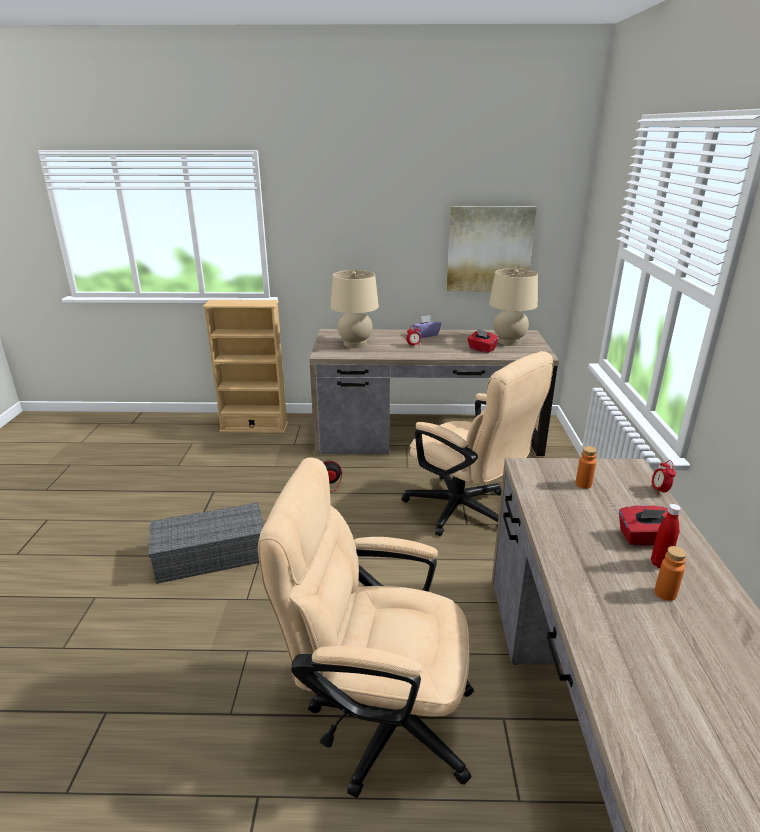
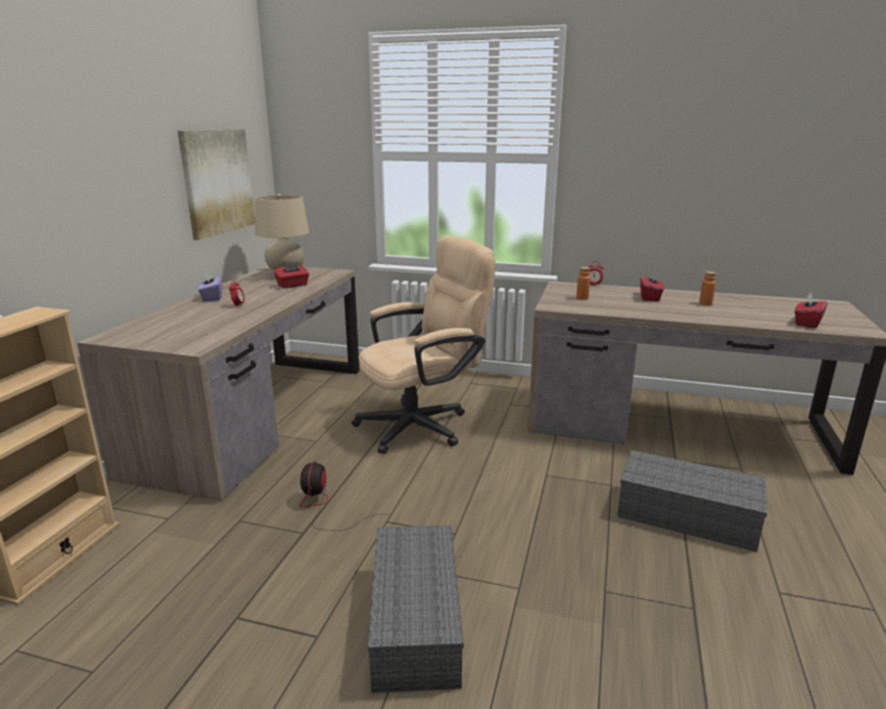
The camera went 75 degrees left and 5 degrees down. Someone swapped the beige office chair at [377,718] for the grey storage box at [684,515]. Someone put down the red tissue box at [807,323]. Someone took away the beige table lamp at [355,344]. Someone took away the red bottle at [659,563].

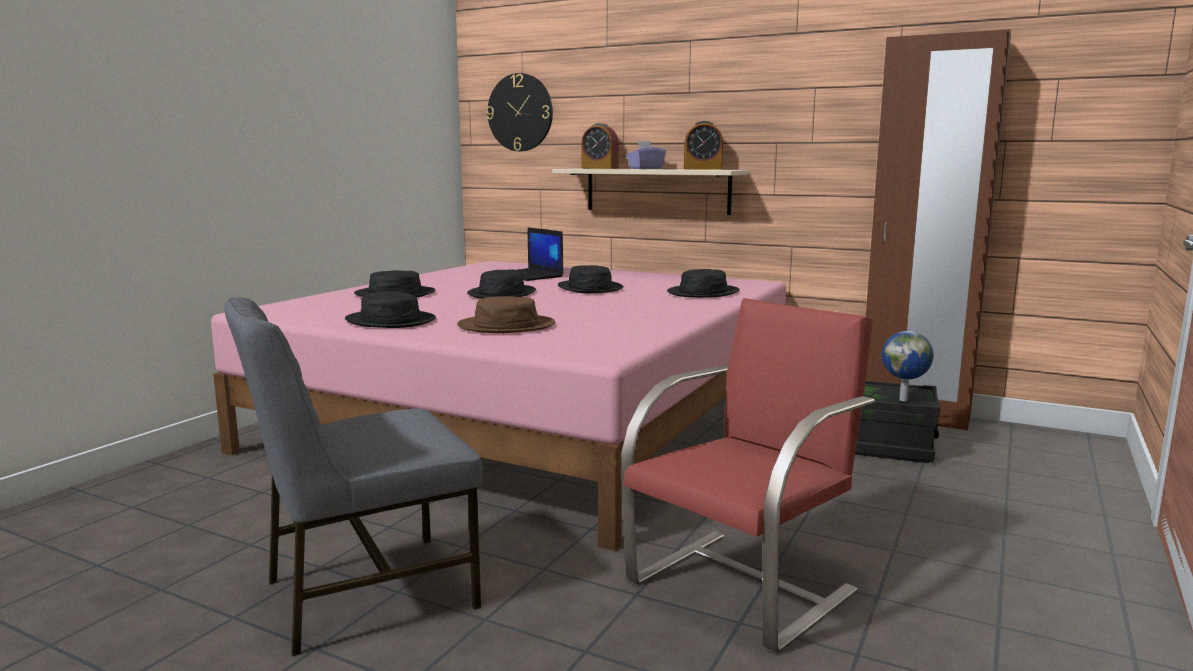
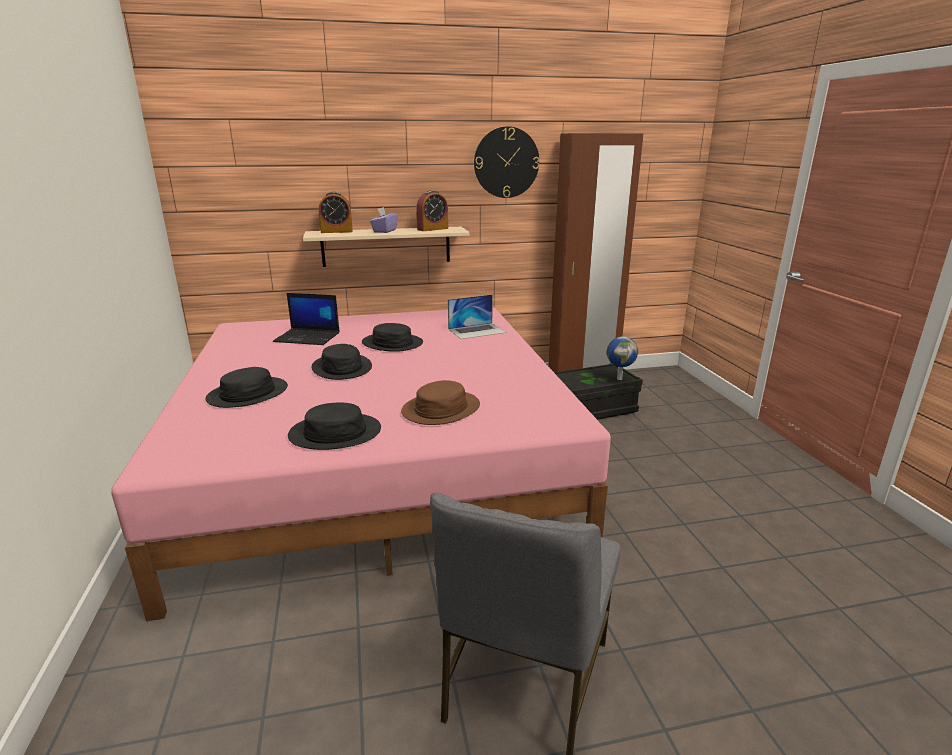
The camera went 40 degrees left and 10 degrees up. Someone swapped the black hat at [703,293] for the laptop at [477,331]. Someone carried the wall clock from [520,112] to [506,162]. Someone took away the red chair at [744,585].

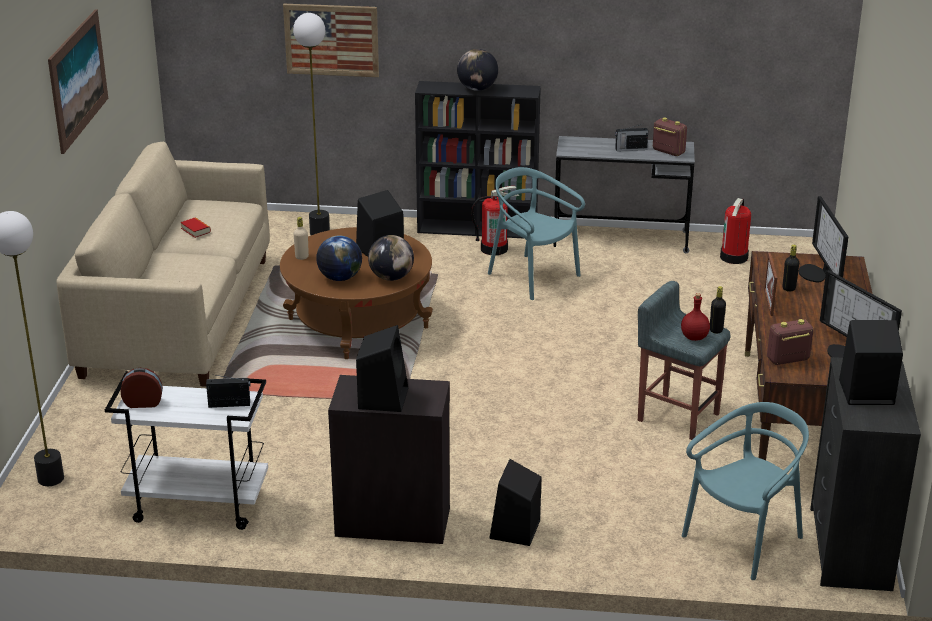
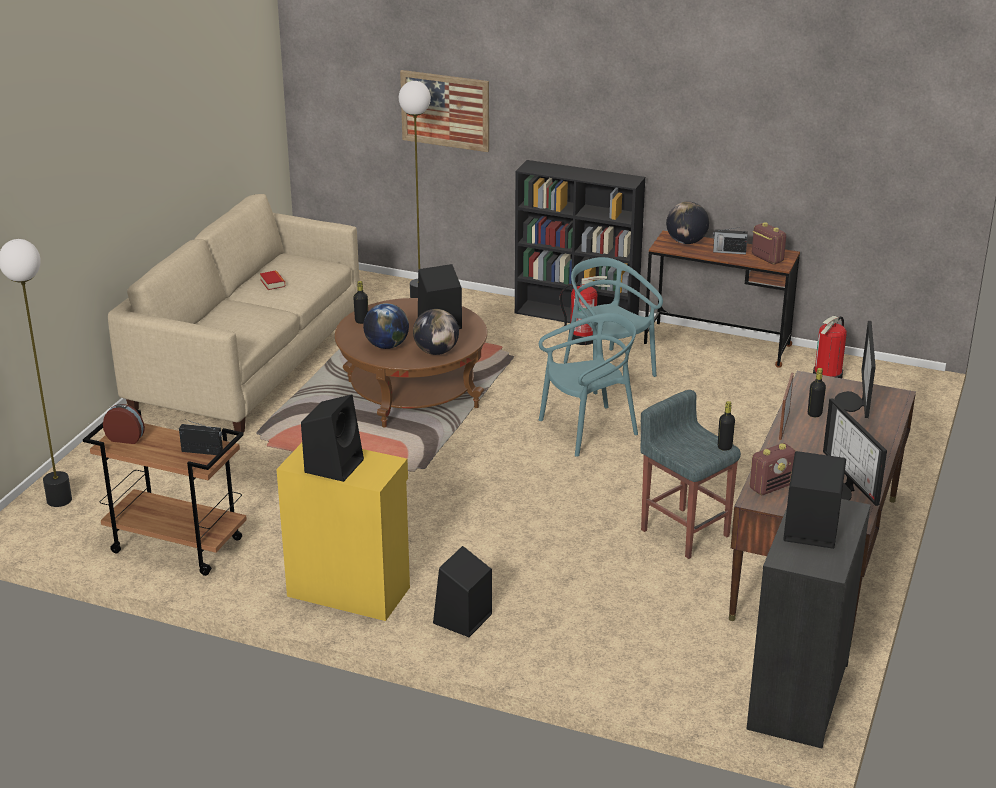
The camera went 15 degrees right and 0 degrees up. Someone repainted the white cart at [196,505], which became the brown cart at [175,546]. Someone repainted the black cabinet at [392,521], which became the yellow cabinet at [348,590]. Someone repainted the beige bottle at [302,257], which became the black bottle at [361,321]. Someone carried the turquoise chair from [744,540] to [588,430]. Someone repainted the grey desk at [620,239], which became the brown desk at [717,344]. Someone carried the globe from [477,89] to [686,242]. Someone rotated the radio at [787,360] by 150 degrees clockwise. Someone took away the picture at [78,79]. Someone took away the red bottle at [694,337].

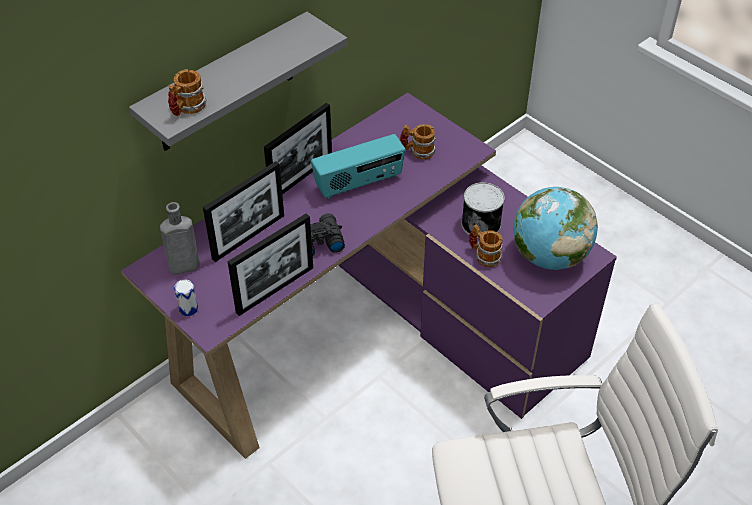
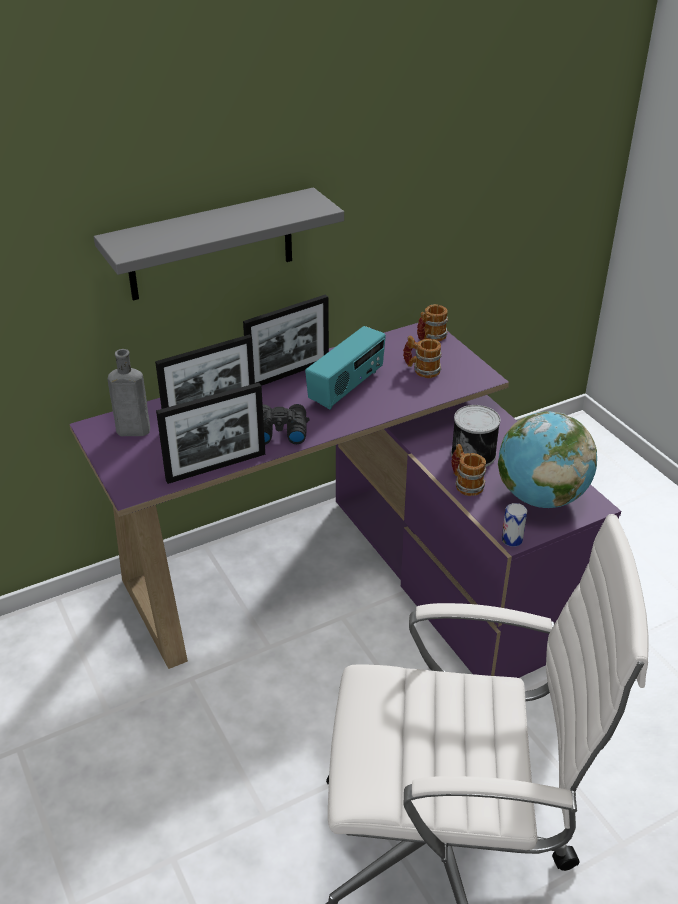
The camera went 15 degrees right and 10 degrees down. Someone rotated the radio at [359,183] by 45 degrees counterclockwise. Someone carried the mug from [187,108] to [430,337]. Someone carried the can from [188,309] to [512,539].

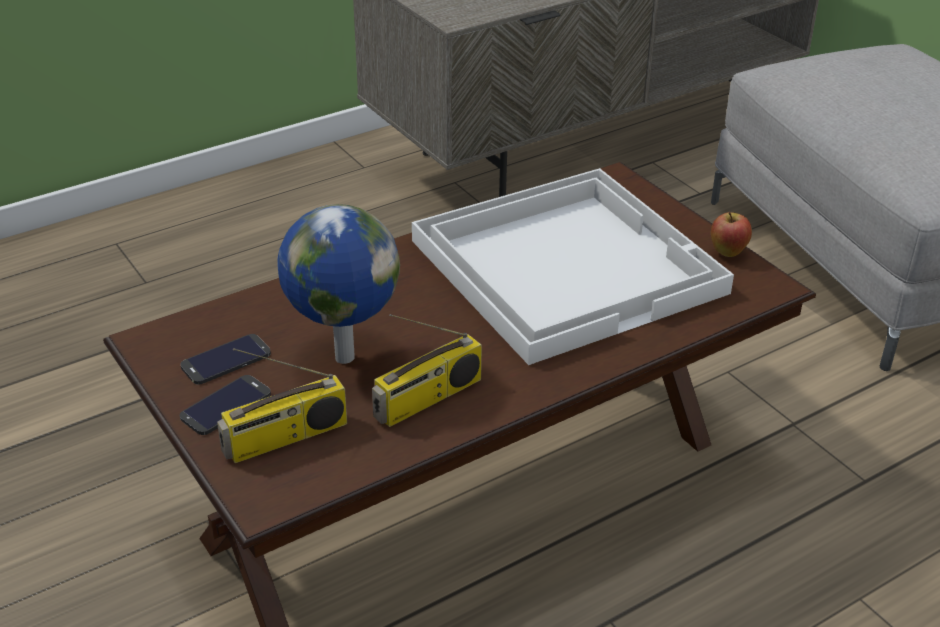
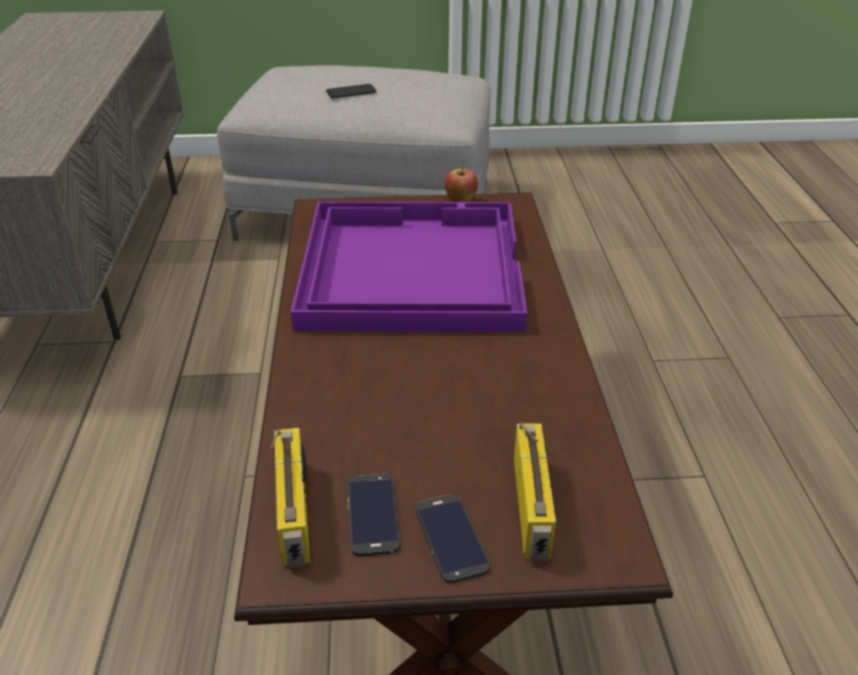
The camera went 60 degrees left and 0 degrees up. Someone carried the radio from [428,399] to [296,514]. Someone repainted the white tray at [567,264], which became the purple tray at [409,268]. Someone put down the phone at [351,92]. Someone took away the globe at [342,357].

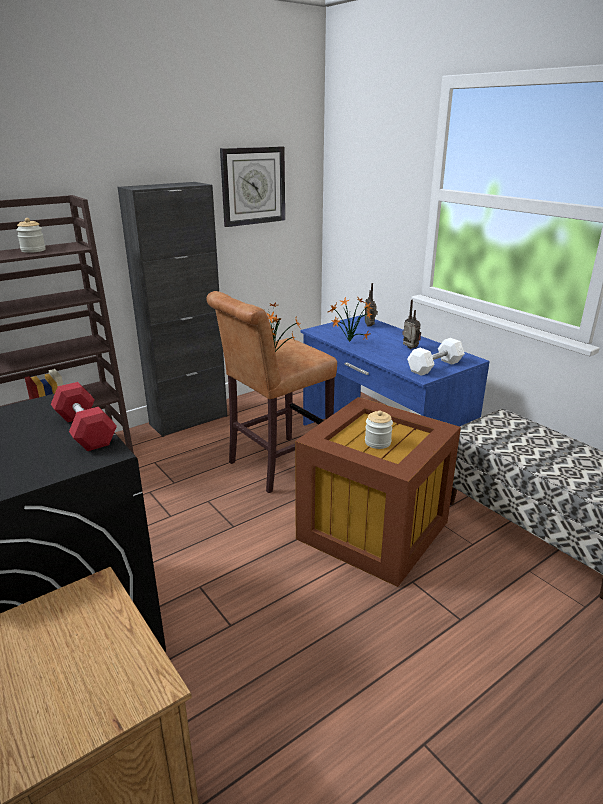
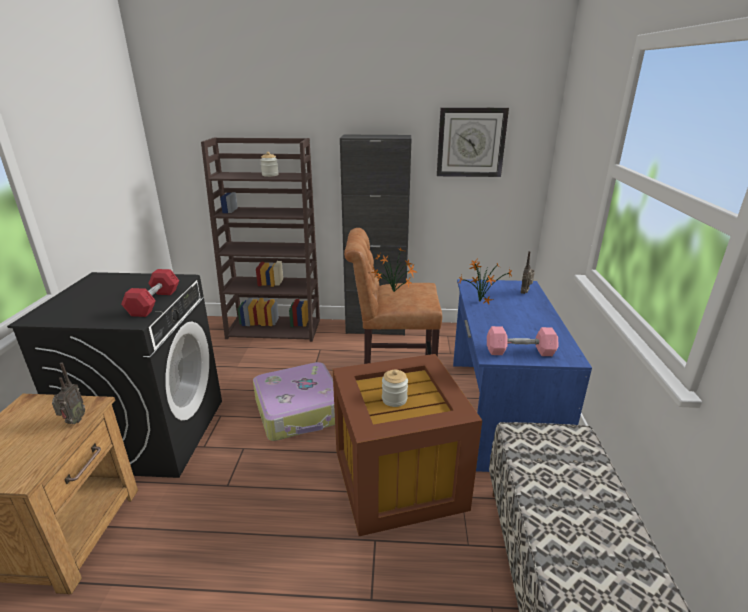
The camera went 40 degrees right and 0 degrees up. Someone carried the radio from [409,348] to [73,422]. Someone put down the suitcase at [300,411]. Someone repainted the white dumbbell at [435,366], which became the pink dumbbell at [520,351].

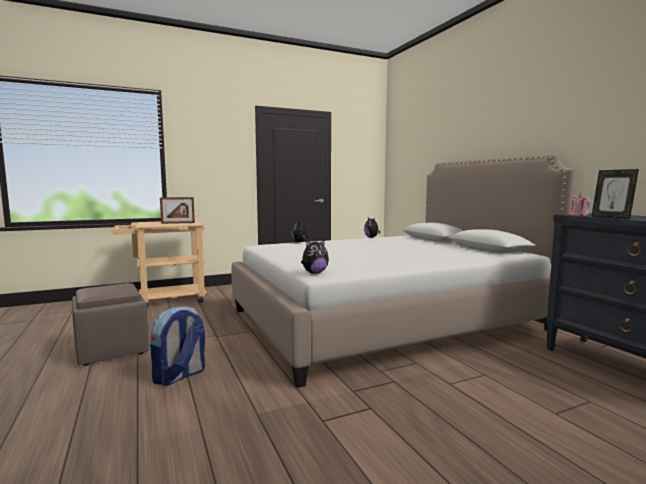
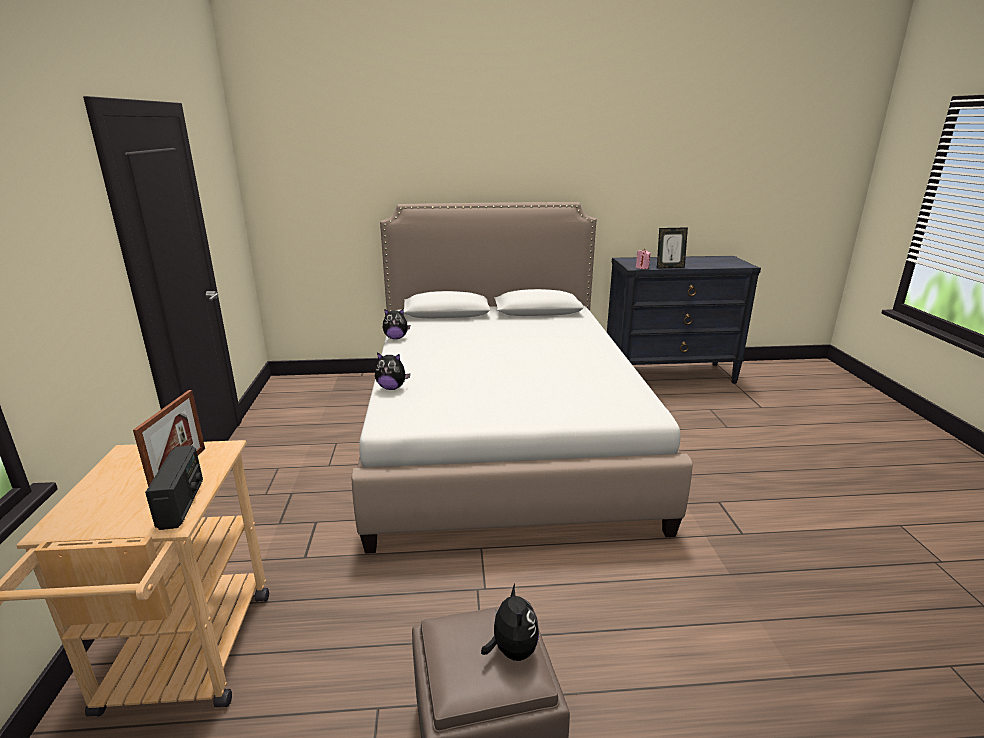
The camera went 70 degrees left and 15 degrees up. Someone put down the radio at [181,503]. Someone carried the plush toy from [314,273] to [512,650]. Someone took away the backpack at [179,376].

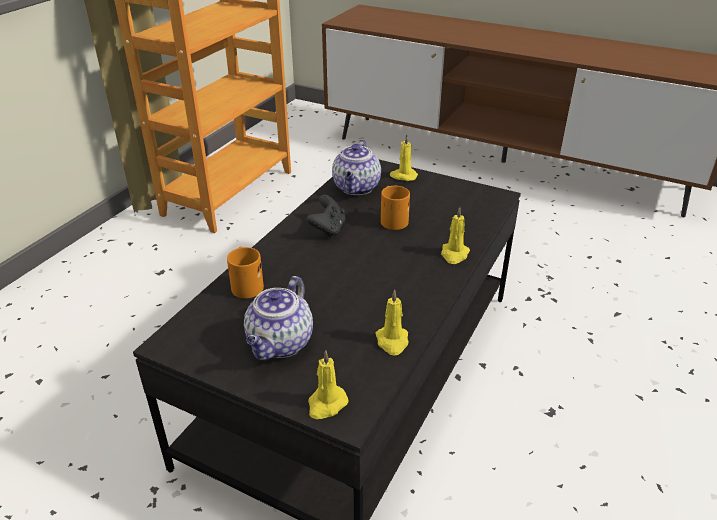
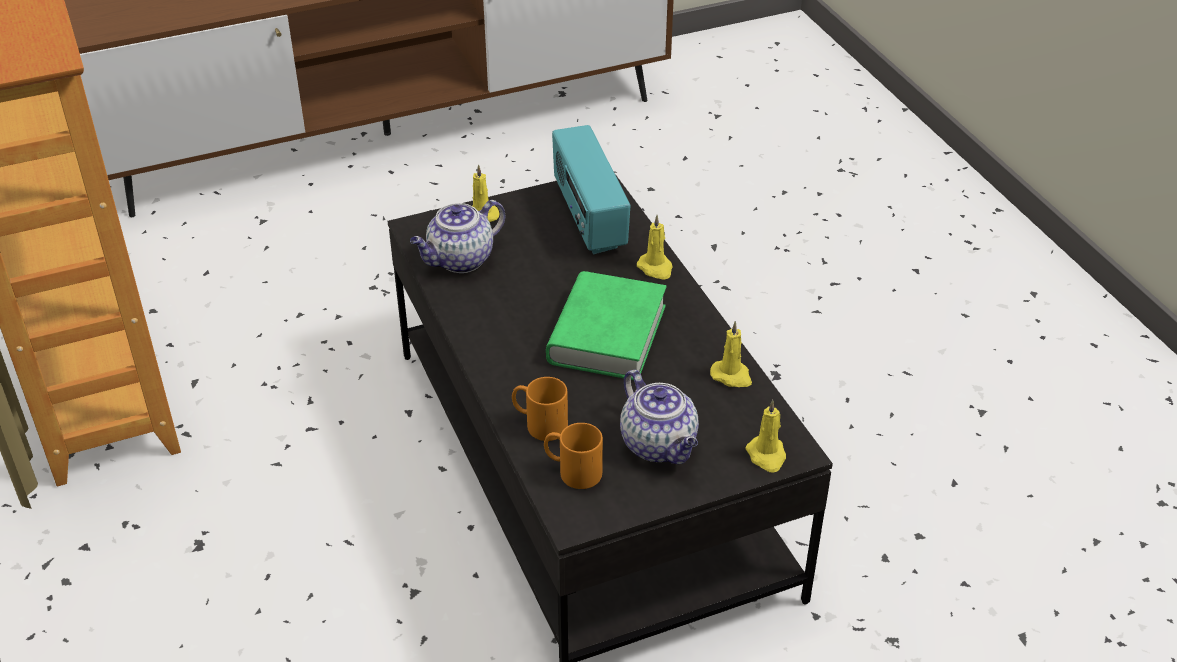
The camera went 50 degrees left and 5 degrees up. Someone rotated the teapot at [357,188] by 90 degrees clockwise. Someone carried the orange mug from [392,219] to [572,471]. Someone put down the green book at [607,334]. Someone put down the radio at [588,218]. Someone took away the black game controller at [328,229].

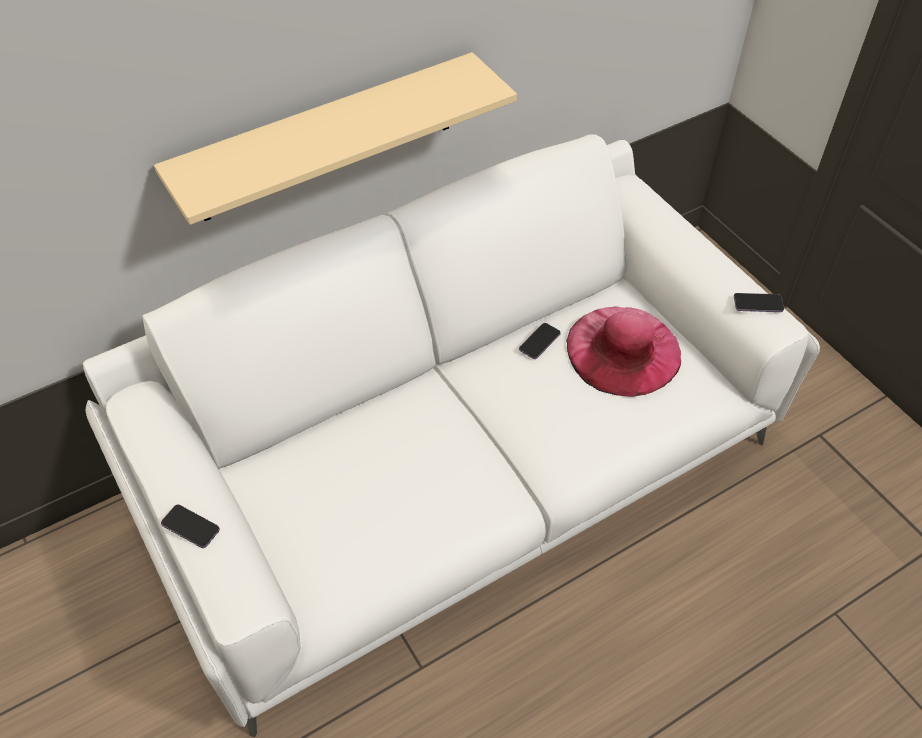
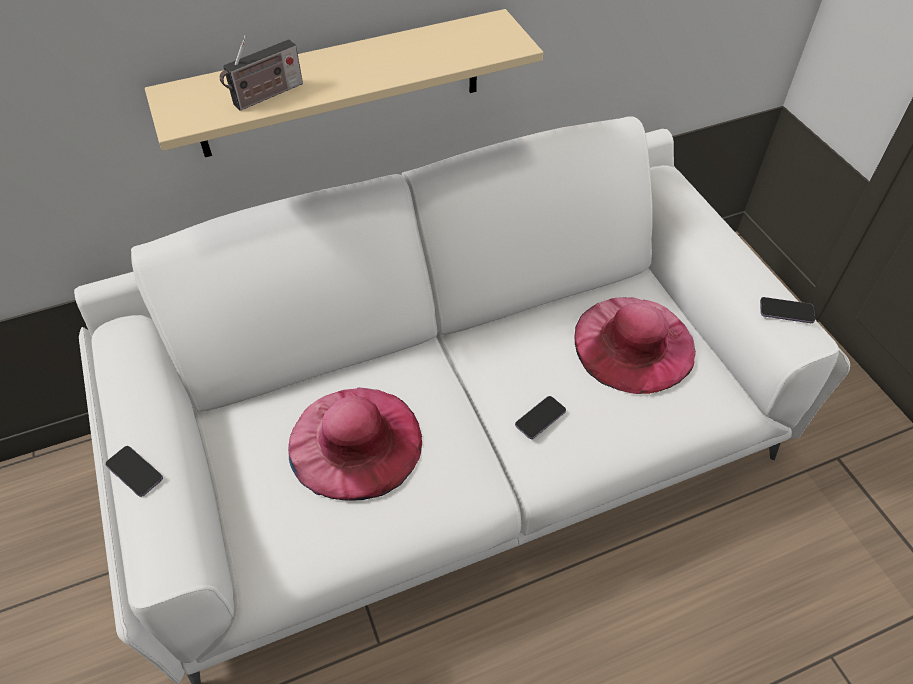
The camera went 10 degrees right and 0 degrees up. Someone put down the radio at [266,96]. Someone put down the pink hat at [355,441]. Someone carried the phone from [539,342] to [540,418].

